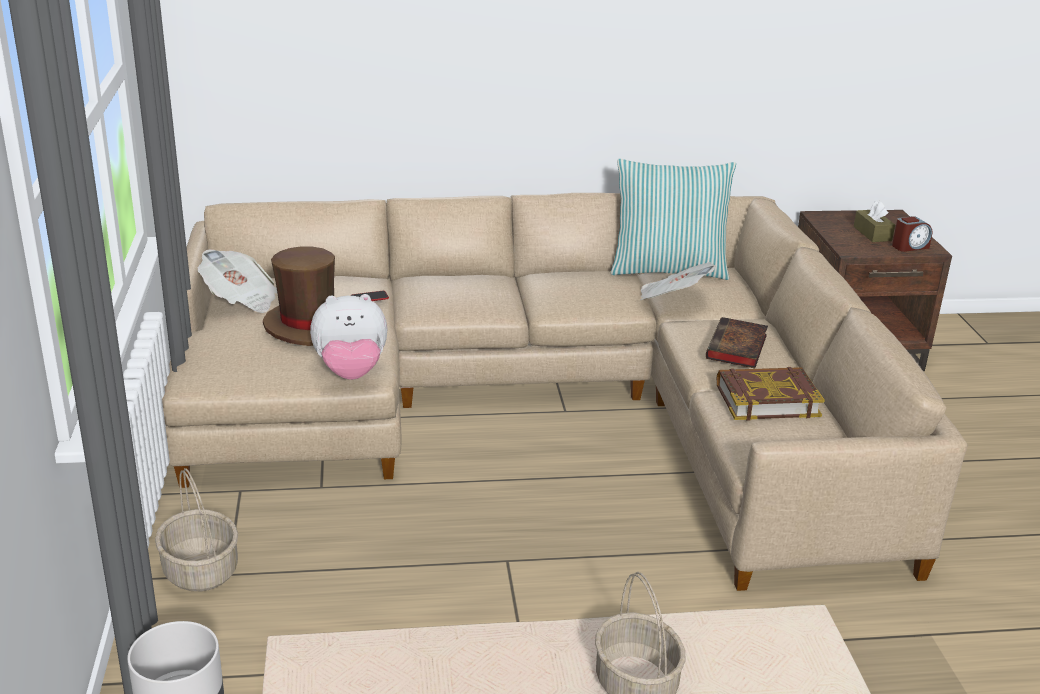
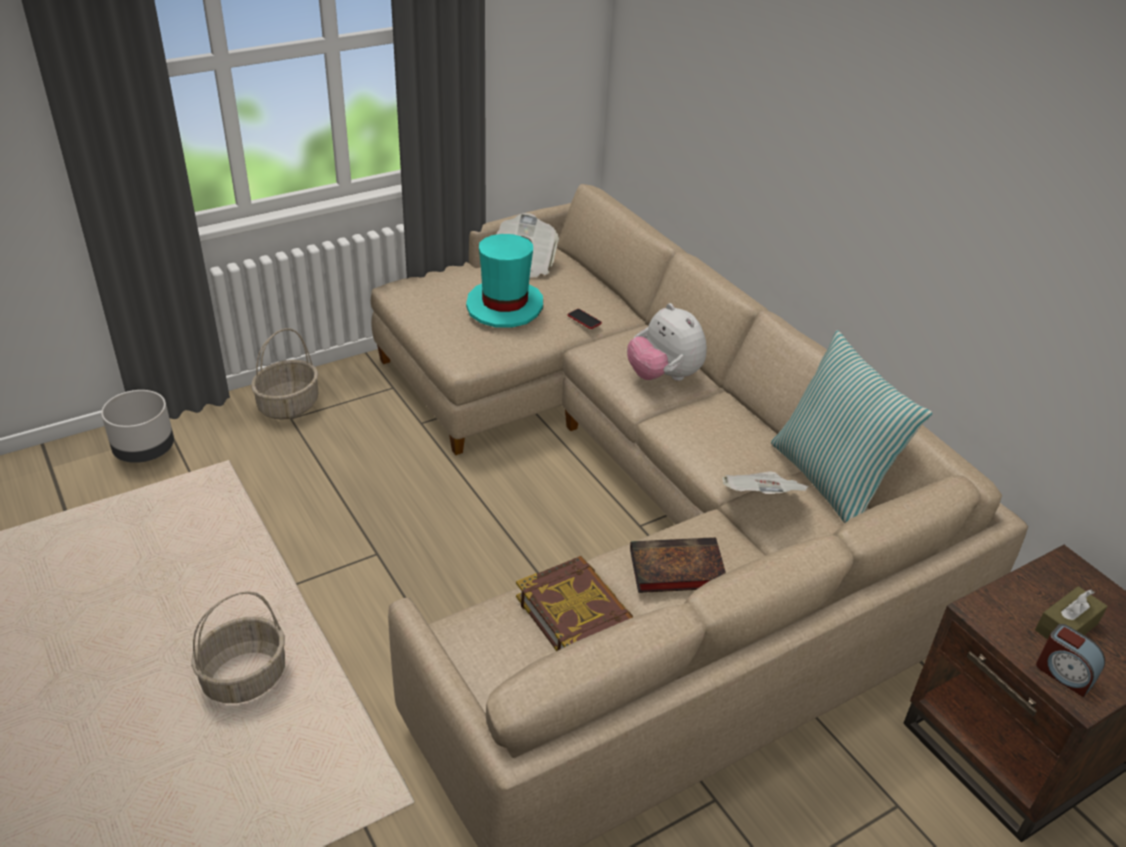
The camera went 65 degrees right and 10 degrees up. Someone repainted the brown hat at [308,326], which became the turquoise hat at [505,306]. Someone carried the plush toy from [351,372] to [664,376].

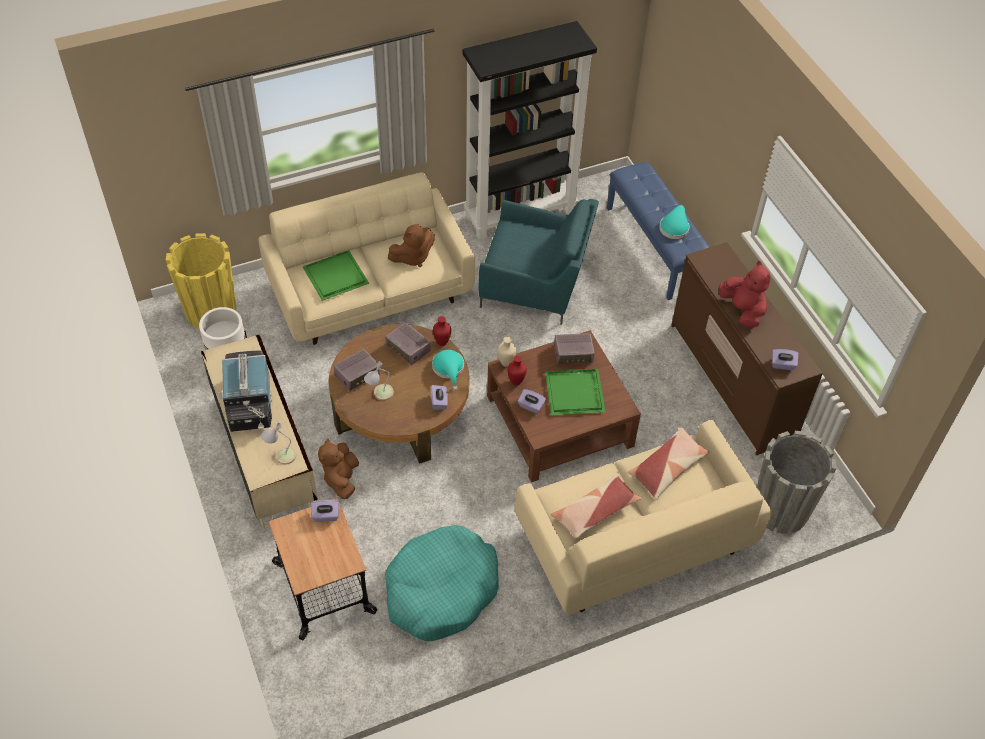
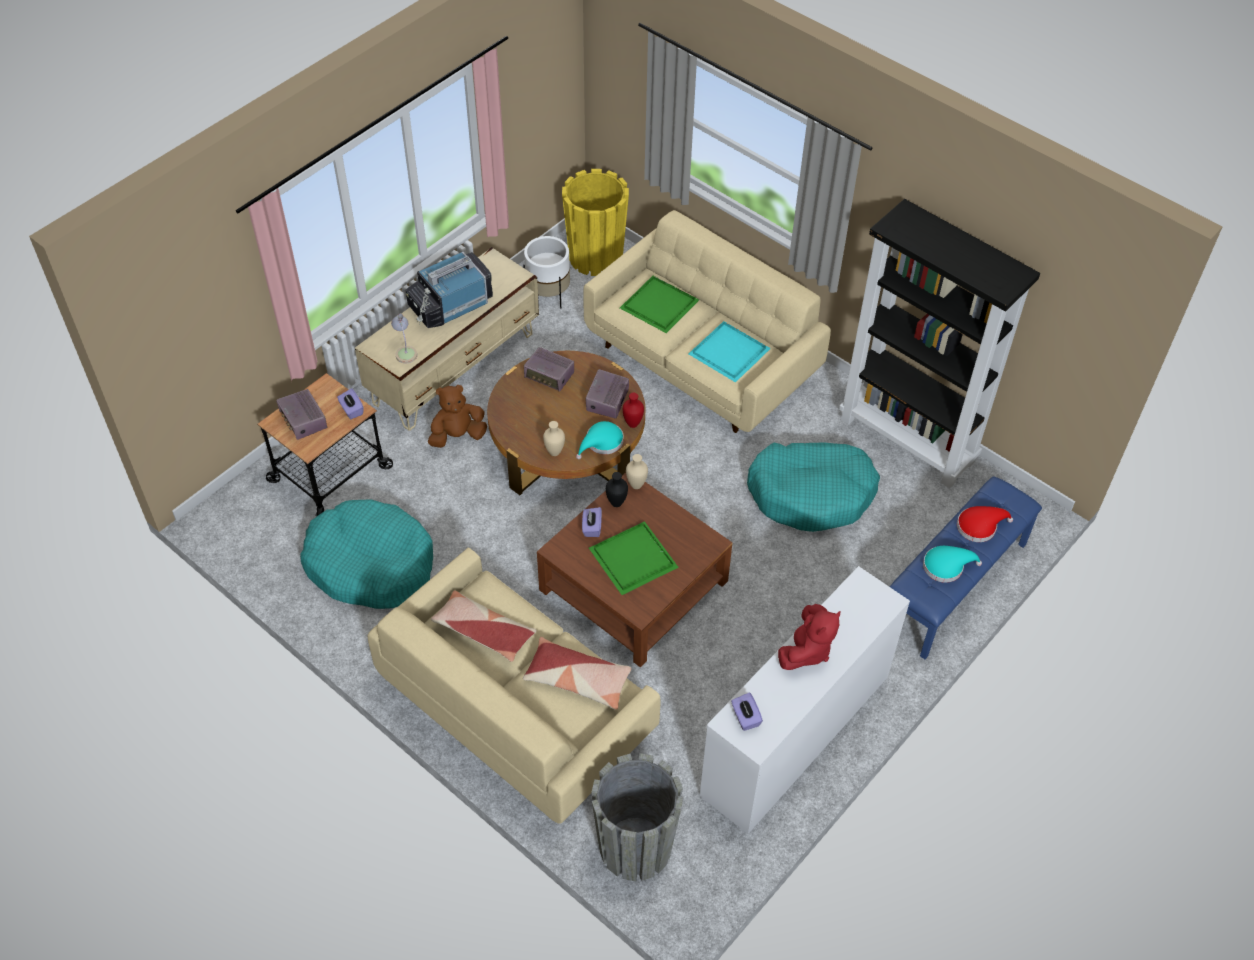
The camera went 65 degrees right and 0 degrees up. Someone carried the radio from [573,354] to [303,421]. Someone swapped the purple tissue box at [439,402] for the beige vase at [554,452]. Someone repainted the red vase at [515,381], which became the black vase at [617,502]. Someone swapped the brown plush toy at [413,257] for the turquoise tray at [727,353]. Someone repainted the brown dresser at [731,382], which became the white dresser at [795,735]. Someone swapped the turquoise armchair at [536,284] for the turquoise dog bed at [811,493]. Someone put down the red hat at [979,526]. Someone took away the table lamp at [379,394].

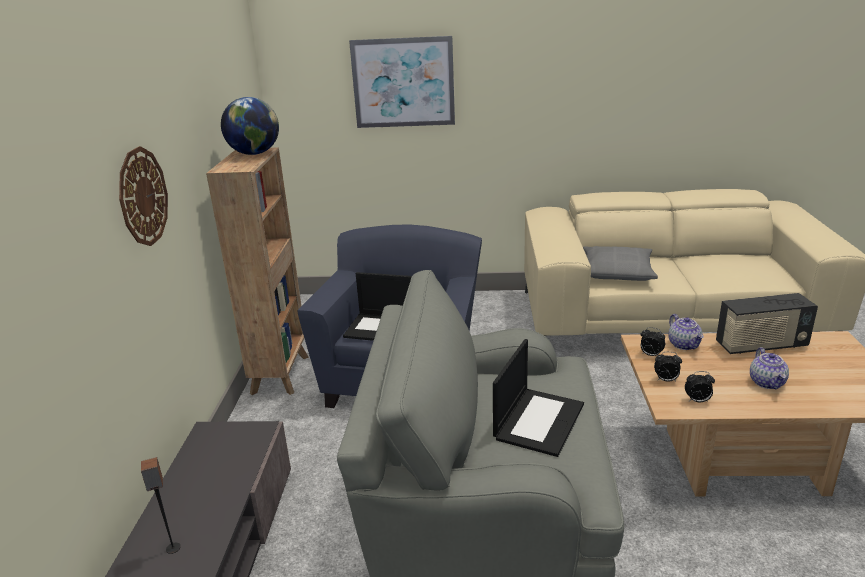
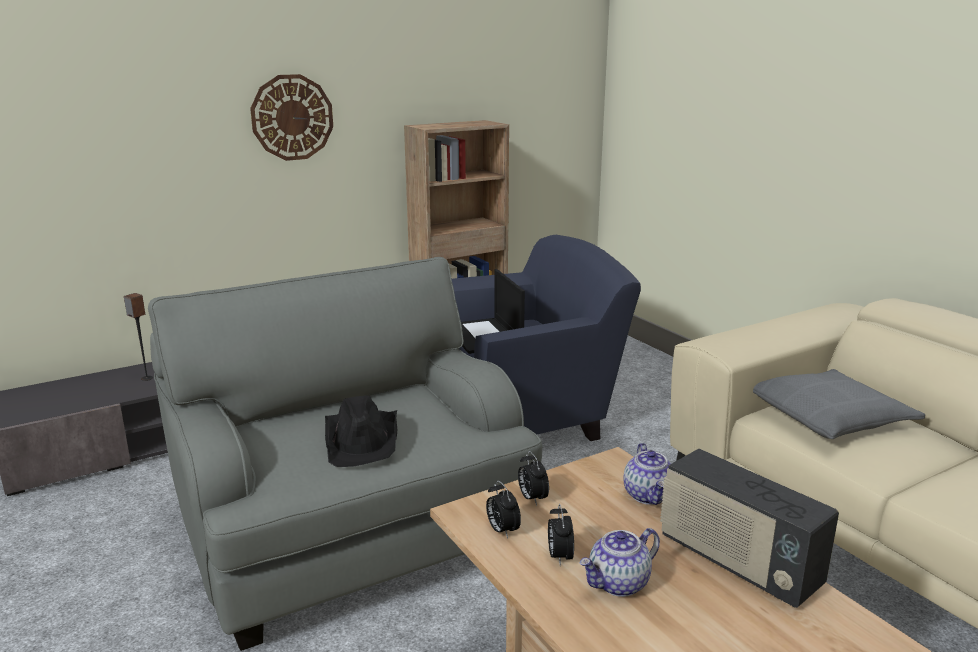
The camera went 55 degrees right and 5 degrees down. Someone swapped the laptop at [538,420] for the black hat at [363,439]. Someone carried the alarm clock from [650,355] to [559,556]. Someone rotated the teapot at [684,345] by 45 degrees counterclockwise. Someone took away the globe at [254,153]. Someone took away the picture at [403,82].

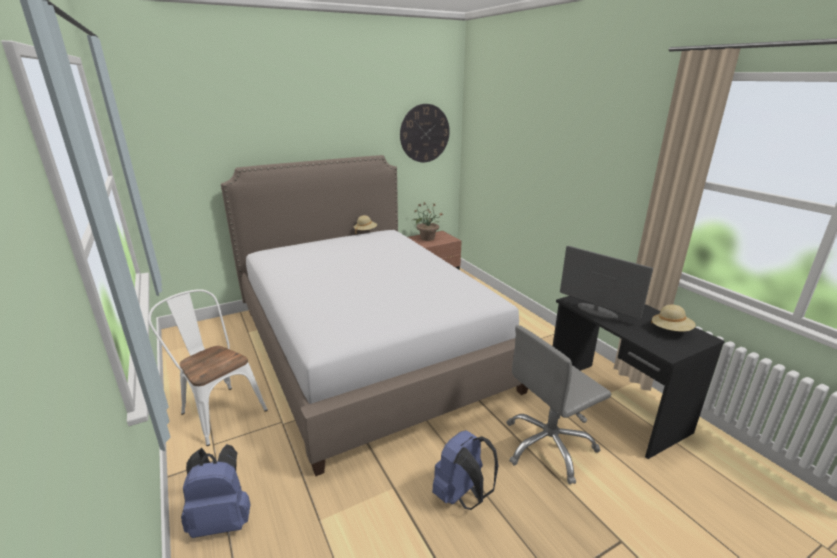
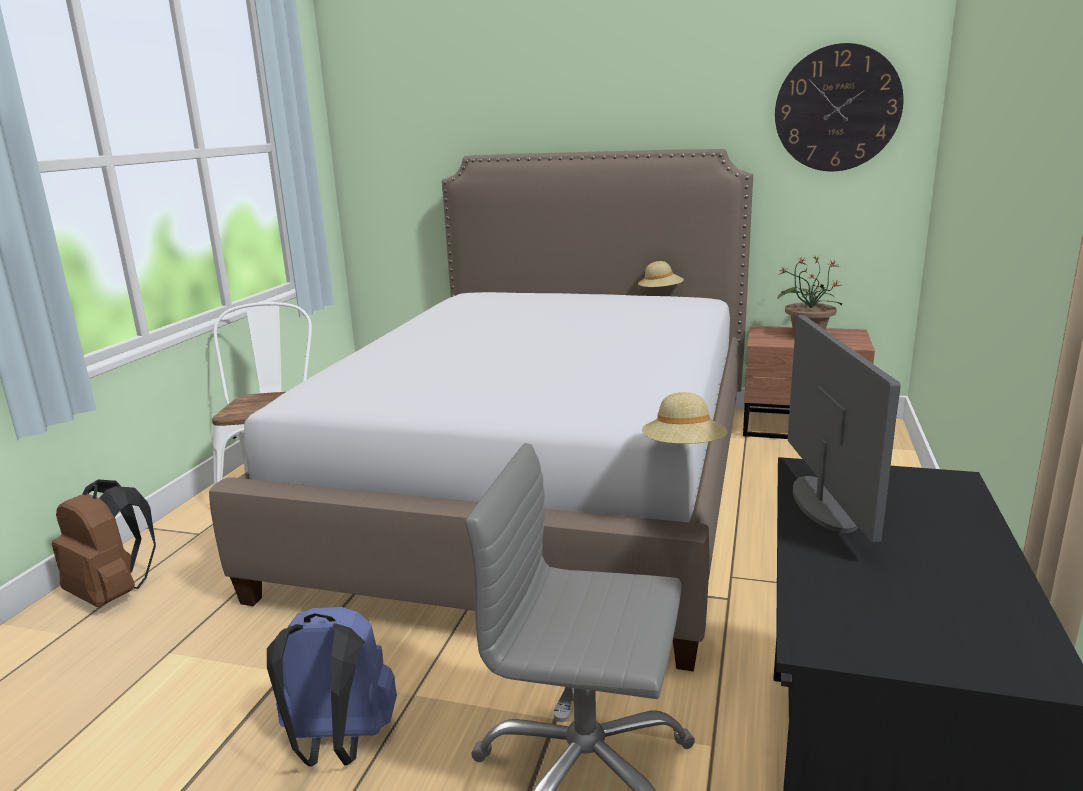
The camera went 45 degrees right and 5 degrees down. Someone repainted the blue backpack at [223,520], which became the brown backpack at [113,593]. Someone carried the beige hat from [671,330] to [684,450].

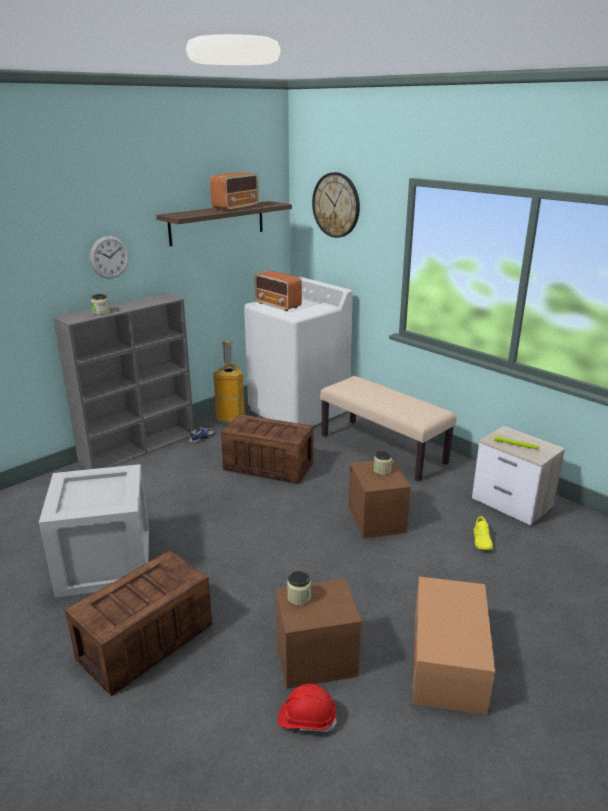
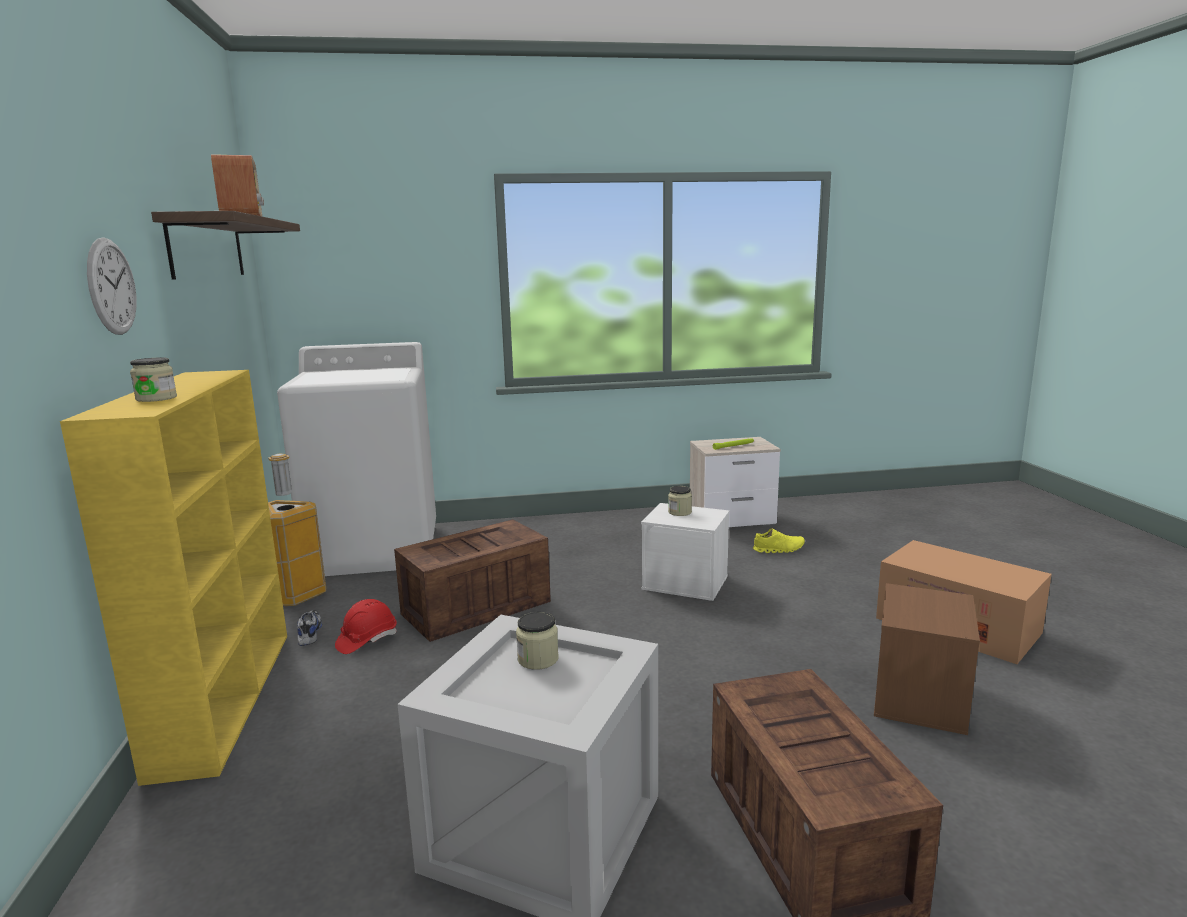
The camera went 55 degrees left and 10 degrees down. Someone repainted the grey bookcase at [139,447], which became the yellow bookcase at [225,697]. Someone carried the red hard hat from [307,718] to [367,640]. Someone carried the jar from [299,597] to [538,659]. Someone repainted the brown storage box at [377,520], which became the white storage box at [686,582]. Someone rotated the yellow shoe at [482,541] by 45 degrees counterclockwise. Someone took away the radio at [278,305]. Someone took away the wall clock at [336,205]. Someone took away the beige bench at [383,449].

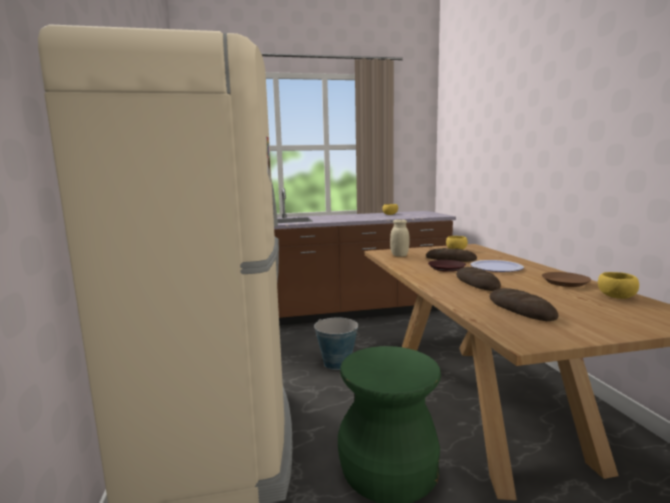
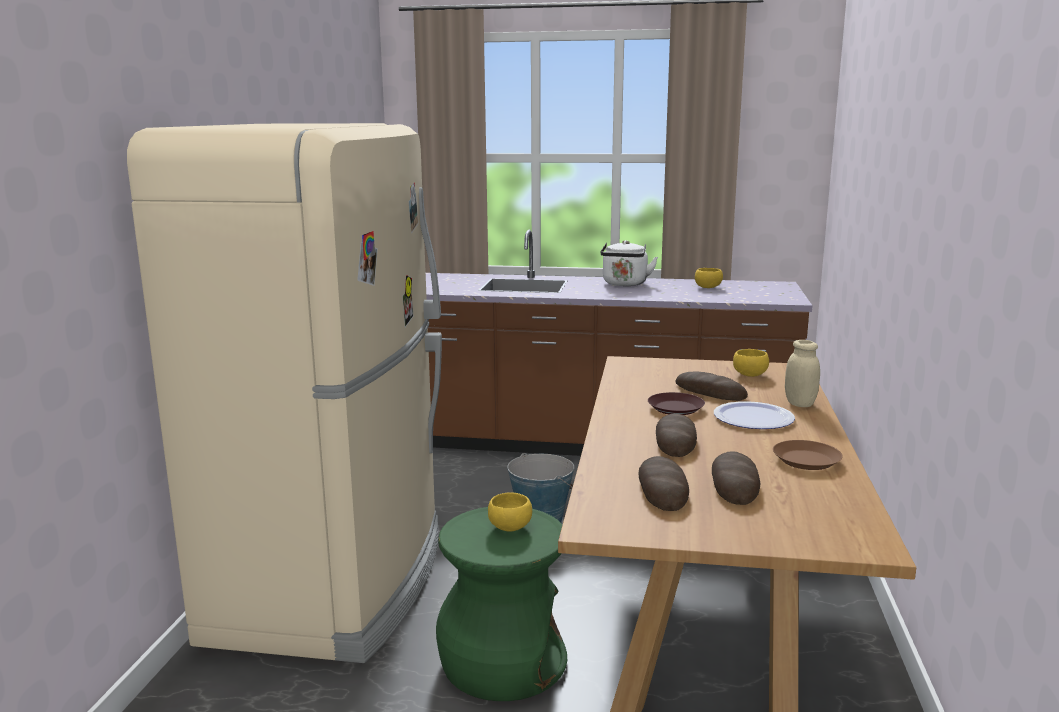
The camera went 20 degrees right and 5 degrees up. Someone carried the yellow bowl from [615,297] to [509,526]. Someone put down the white kettle at [625,284]. Someone put down the bread at [734,484]. Someone carried the beige jar from [399,255] to [800,404].

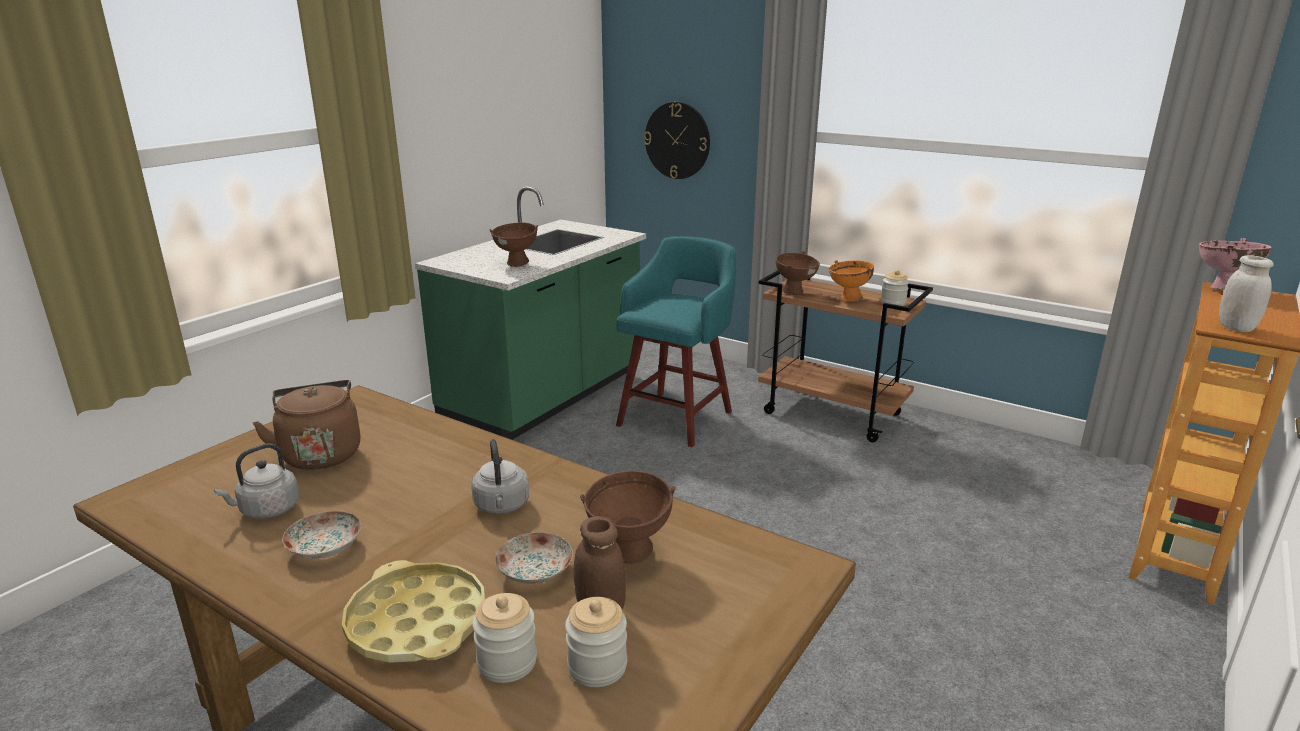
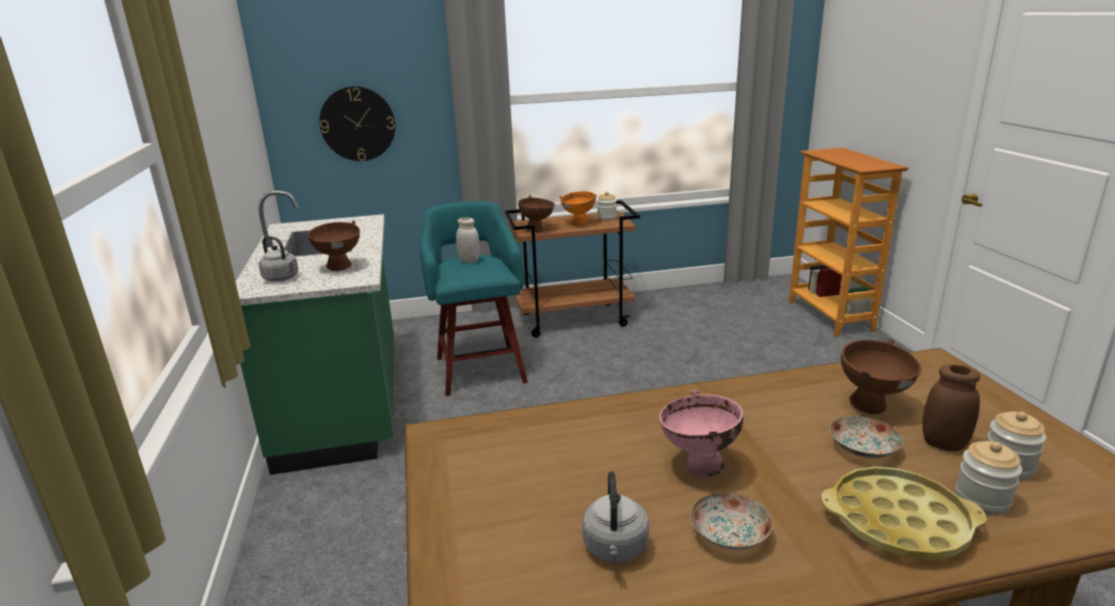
The camera went 45 degrees left and 0 degrees up. Someone carried the grey kettle from [502,506] to [282,278]. Someone carried the white jar from [1236,328] to [469,261]. Someone carried the pink bowl from [1222,289] to [698,467]. Someone took away the brown kettle at [320,453].

